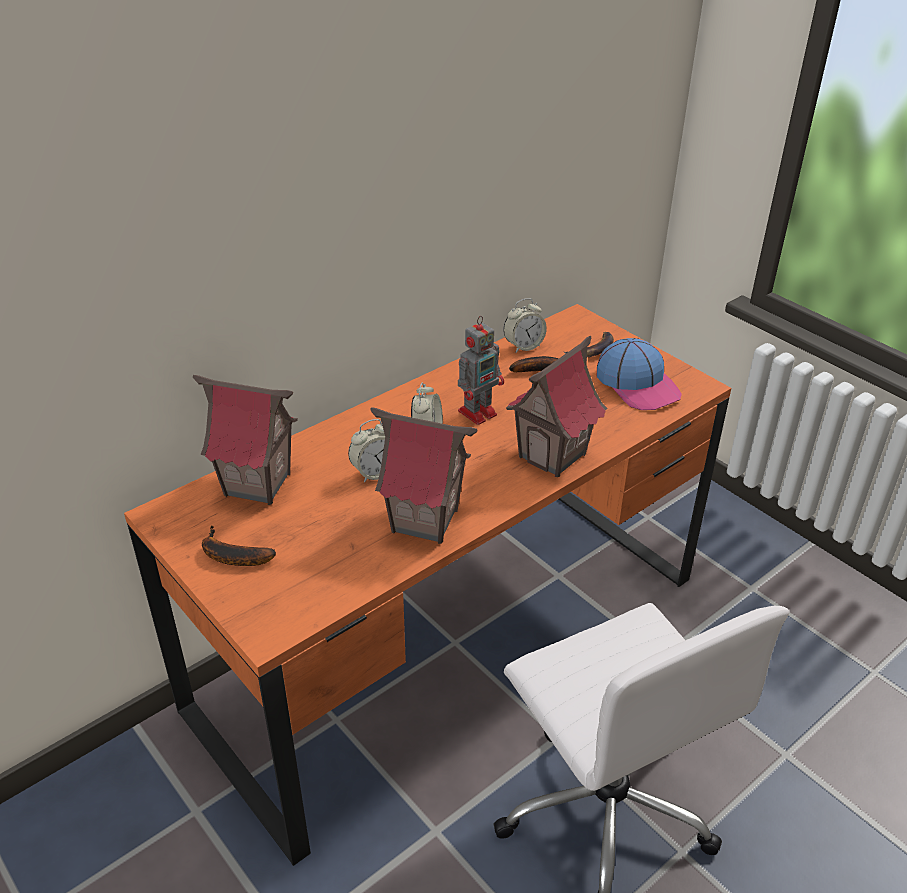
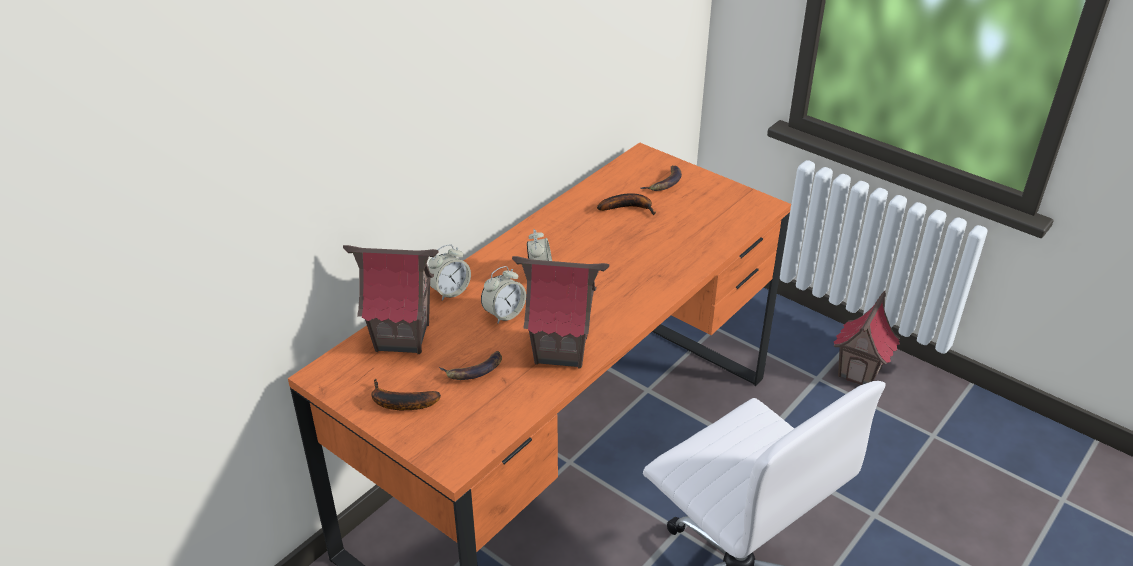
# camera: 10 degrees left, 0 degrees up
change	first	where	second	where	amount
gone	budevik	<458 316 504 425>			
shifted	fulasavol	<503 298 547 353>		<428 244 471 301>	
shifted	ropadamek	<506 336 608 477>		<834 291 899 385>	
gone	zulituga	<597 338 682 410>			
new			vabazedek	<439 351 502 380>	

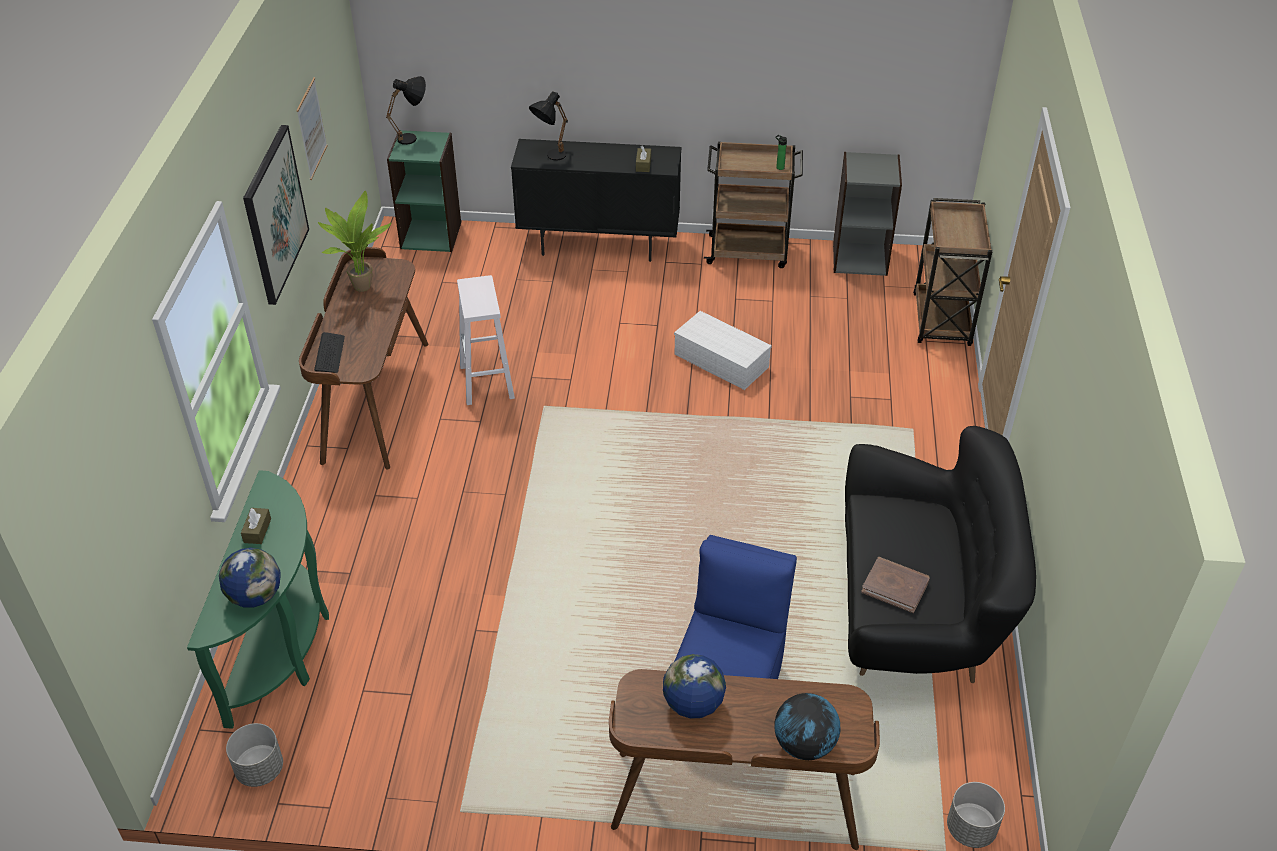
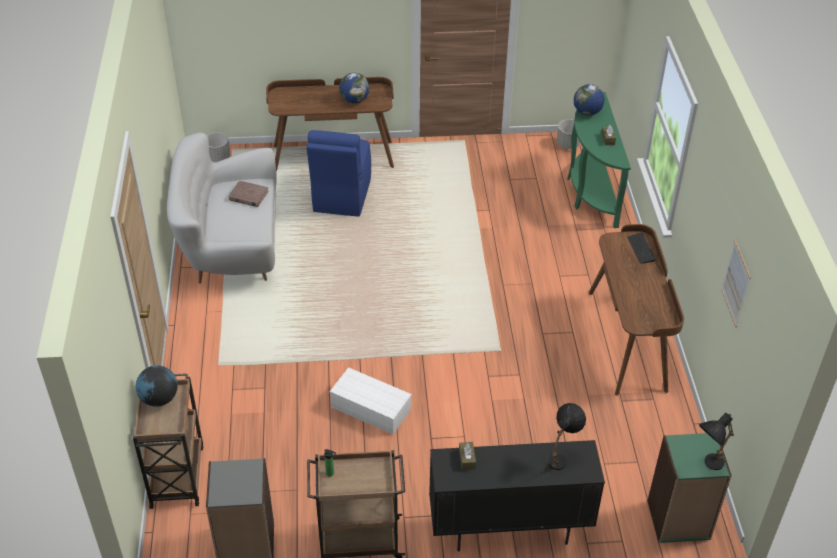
# camera: 170 degrees right, 0 degrees up
change	first	where	second	where	amount
gone	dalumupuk	<243 125 309 305>			
gone	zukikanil	<318 191 392 292>			
gone	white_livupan	<457 275 515 405>			
shifted	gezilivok	<774 693 840 760>		<136 365 178 407>	
repainted	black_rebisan	<845 426 1036 683>	white_rebisan	<167 133 277 284>	

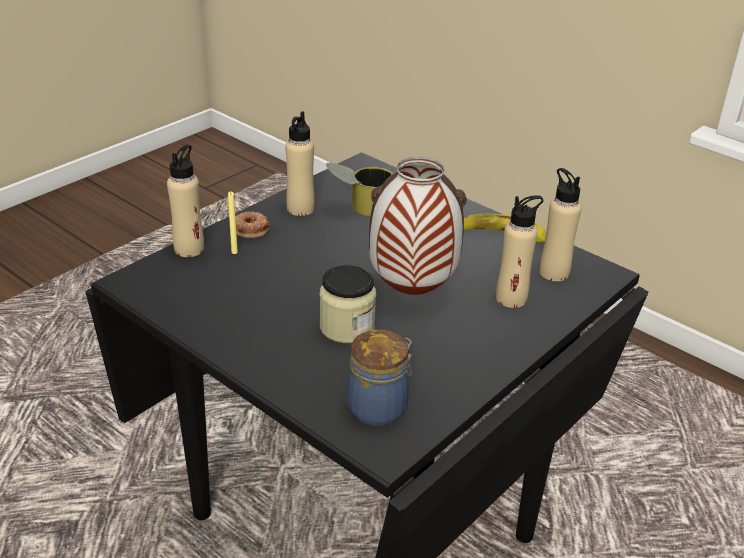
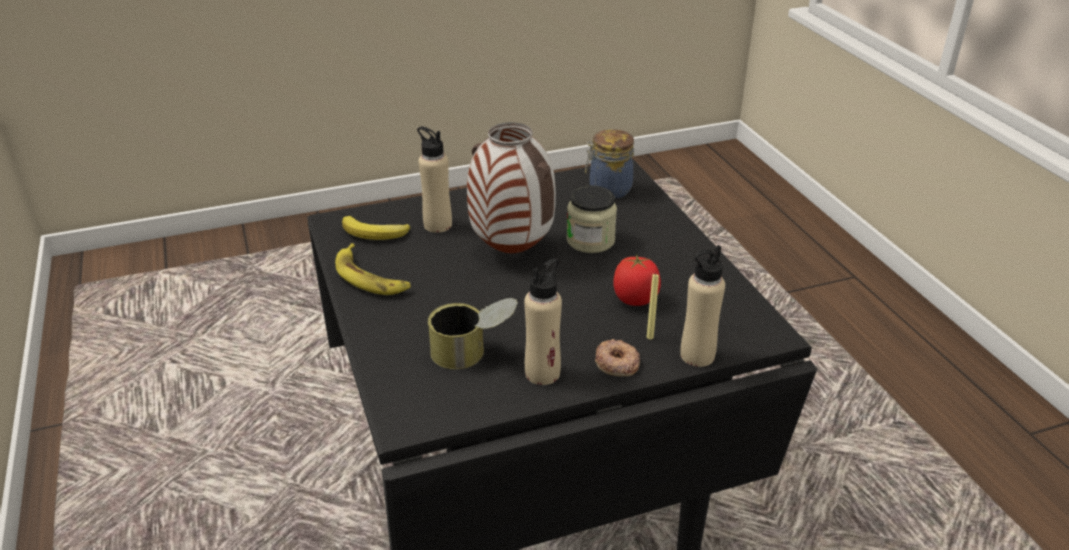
# camera: 150 degrees left, 0 degrees up
change	first	where	second	where	amount
swapped	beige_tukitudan	<539 168 582 281>	vabazedek	<342 216 410 240>	
new			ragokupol	<613 254 661 306>	

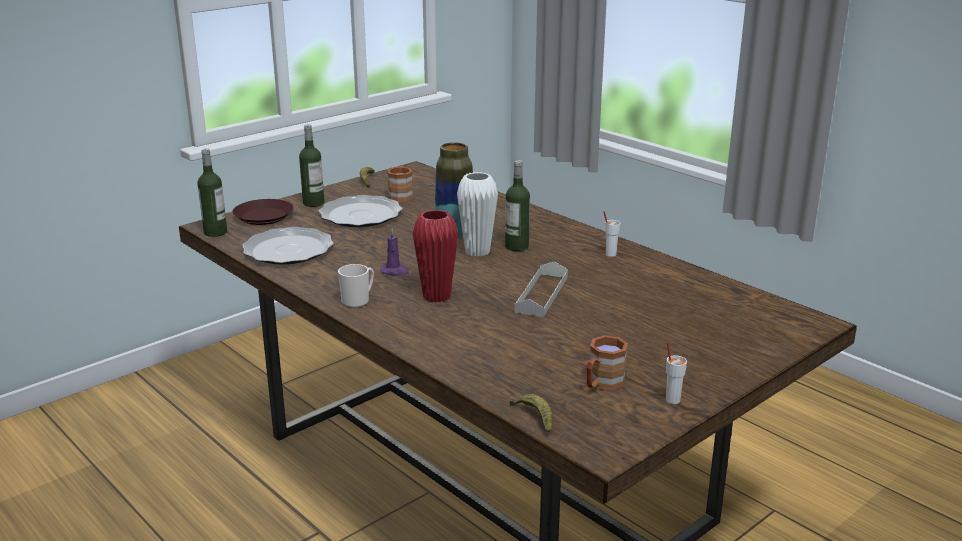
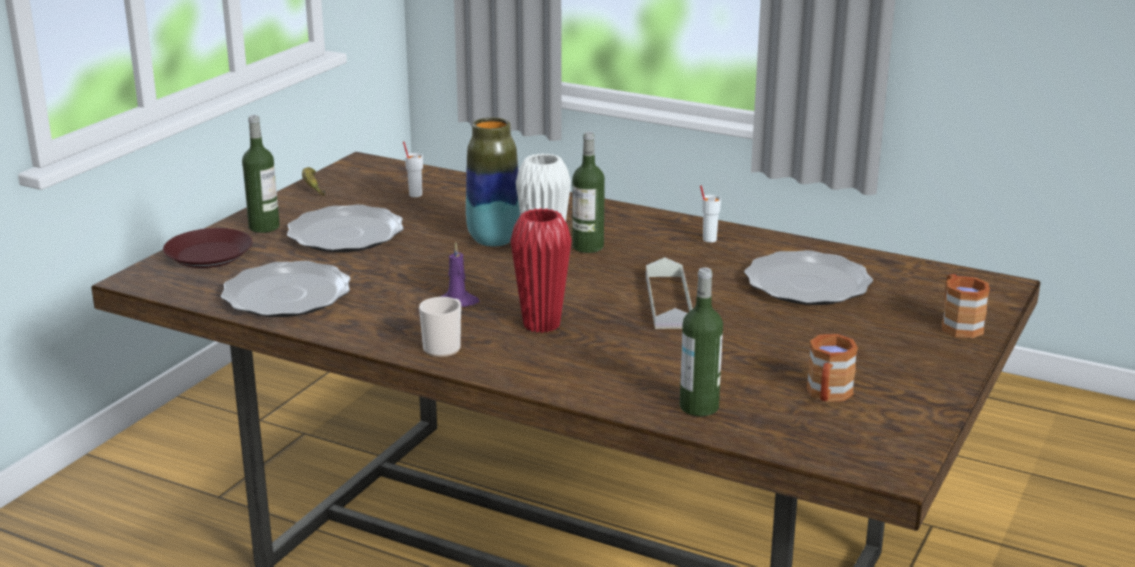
# camera: 20 degrees left, 0 degrees up
change	first	where	second	where	amount
shifted	tukitudan	<197 148 227 237>		<680 267 723 416>	
shifted	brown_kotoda	<387 166 413 202>		<942 274 990 338>	
gone	vabazedek	<509 394 553 433>			
shifted	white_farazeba	<666 343 687 404>		<403 142 423 197>	
new			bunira	<744 250 873 305>	

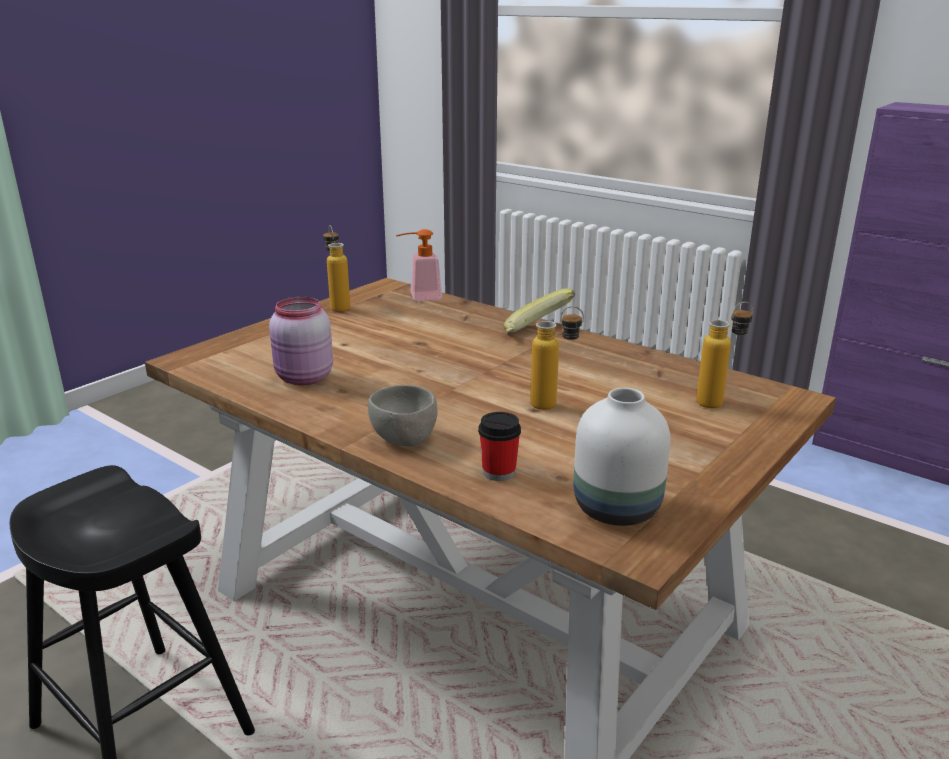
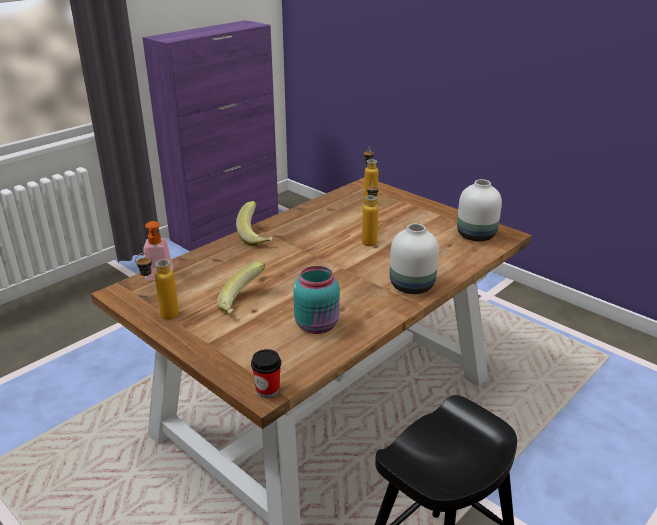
# camera: 85 degrees left, 5 degrees up
change	first	where	second	where	amount
repainted	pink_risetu	<269 297 333 385>	turquoise_risetu	<293 266 340 334>	
swapped	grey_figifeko	<368 385 438 446>	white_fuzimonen	<390 223 439 294>	
shifted	farazeba	<478 412 521 481>		<251 349 281 398>	
new			vabazedek	<217 261 266 314>	

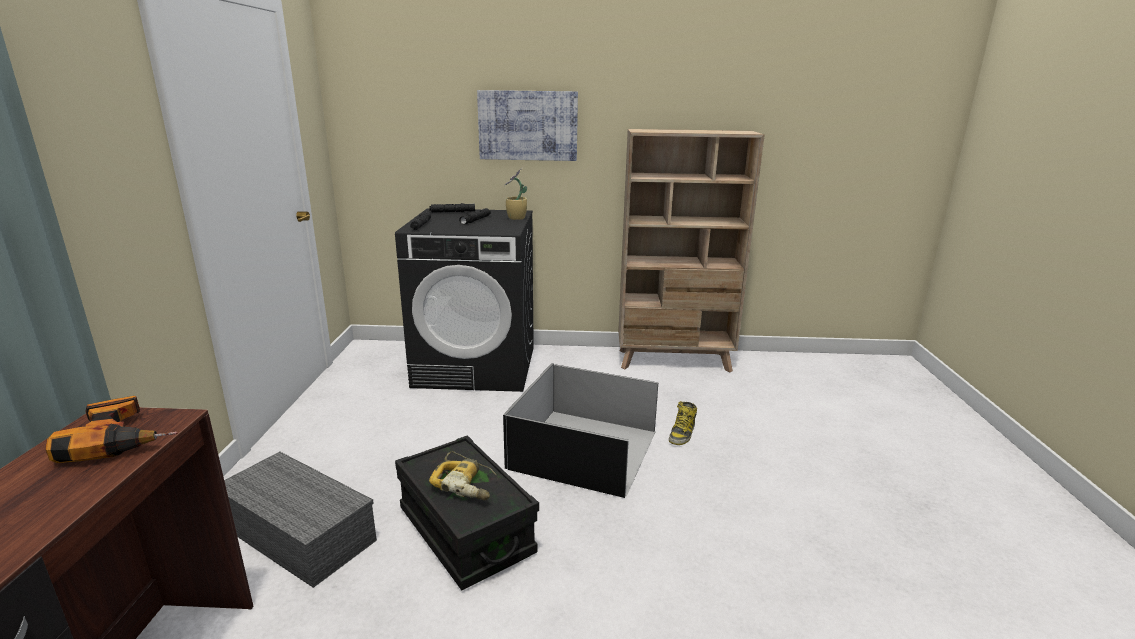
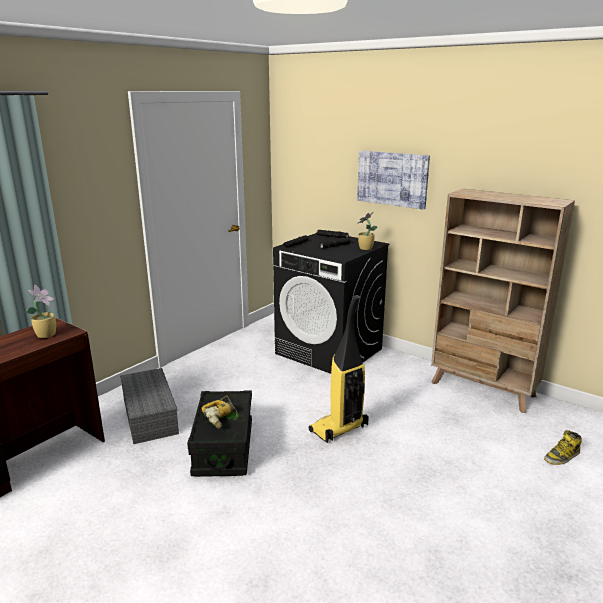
# camera: 35 degrees right, 0 degrees up
change	first	where	second	where	amount
swapped	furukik	<45 396 178 463>	zukikanil	<26 285 56 338>	
swapped	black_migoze	<503 363 658 498>	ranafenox	<309 295 369 443>	
shifted	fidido	<669 401 697 445>		<544 430 582 465>	

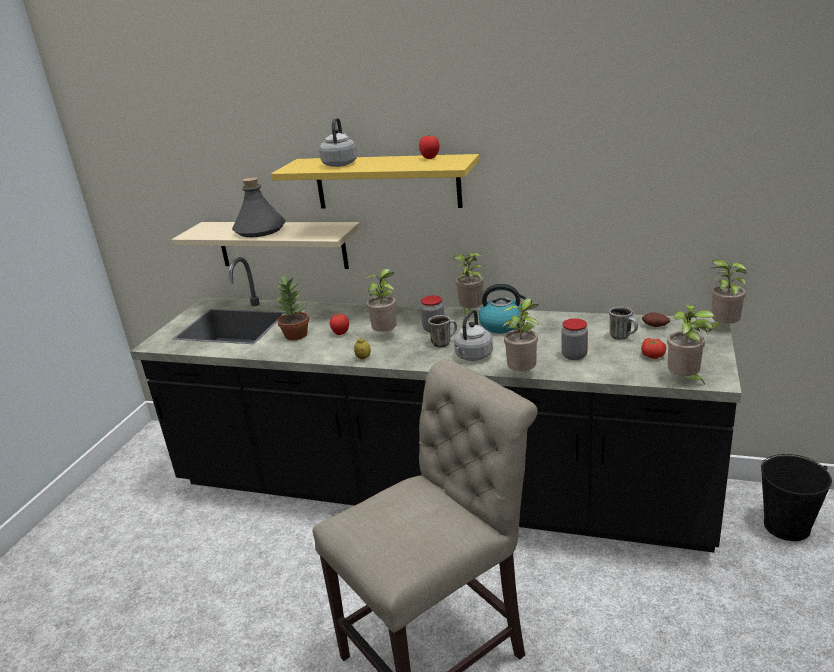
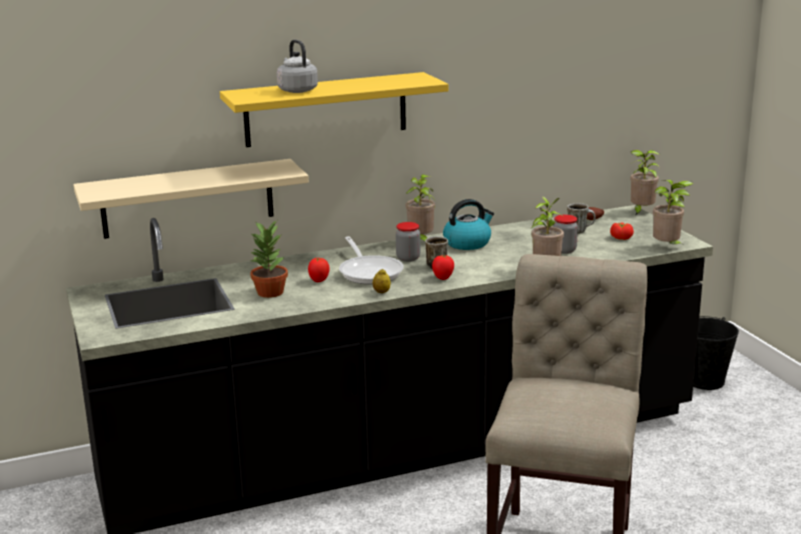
# camera: 40 degrees left, 5 degrees down
change	first	where	second	where	amount
gone	grey_tukitudan	<232 177 286 237>			
swapped	zukikanil	<365 269 397 332>	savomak	<339 236 404 285>	
shifted	ragokupol	<419 135 440 159>		<432 255 454 280>	
gone	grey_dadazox	<454 309 493 361>			

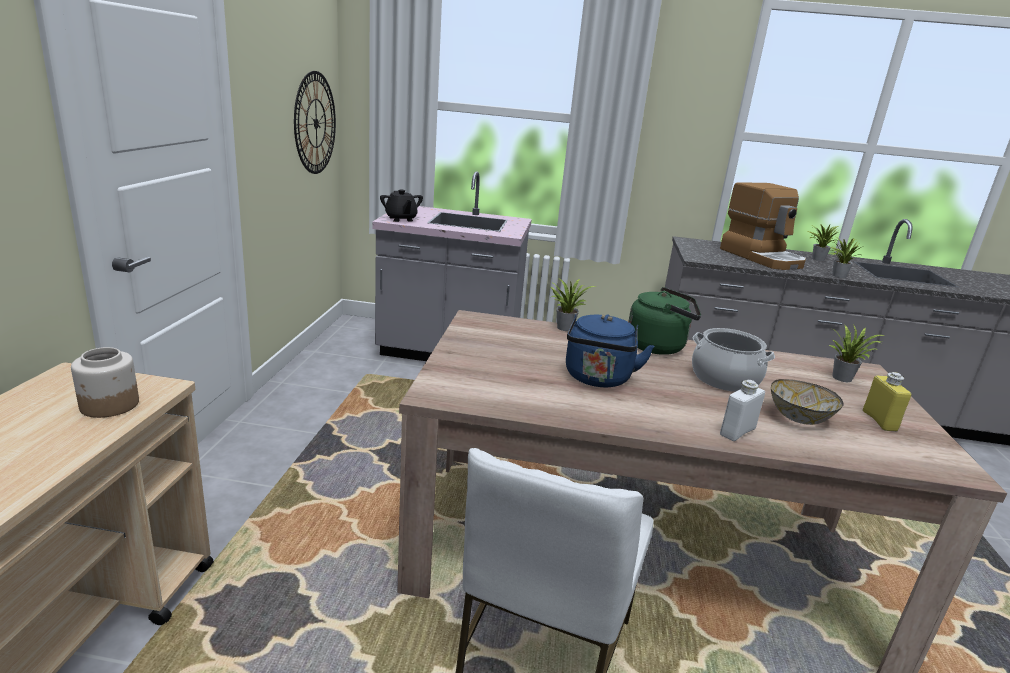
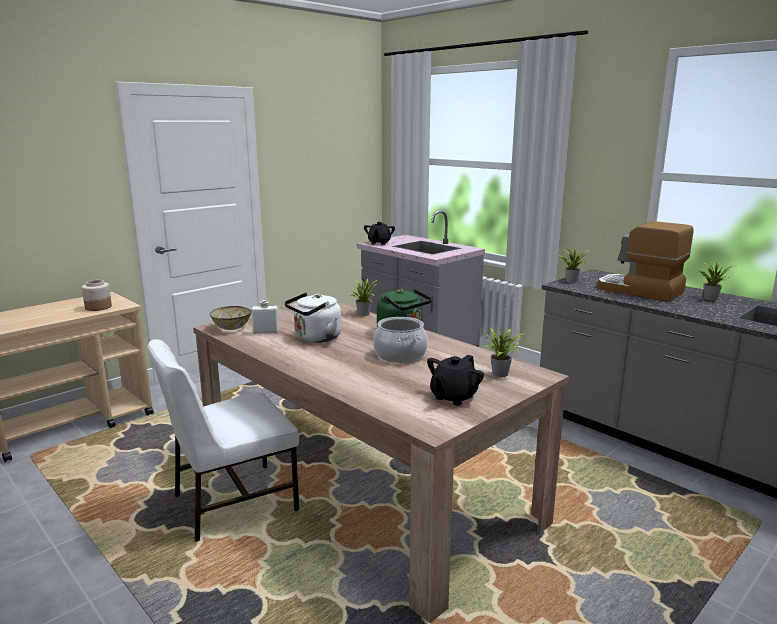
# camera: 40 degrees right, 5 degrees down
change	first	where	second	where	amount
gone	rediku	<294 71 336 174>			
repainted	blue_dadazox	<566 314 655 387>	white_dadazox	<284 292 341 343>	
rotated	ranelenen	<720 182 806 270>		<597 221 693 302>	120 degrees clockwise
shifted	white_tukitudan	<720 380 765 441>		<252 300 279 334>	
shifted	figifeko	<771 379 844 425>		<210 306 251 330>	
shifted	zukikanil	<829 238 861 278>		<558 248 590 283>	
swapped	yellow_tukitudan	<863 372 912 431>	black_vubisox	<427 355 484 406>	

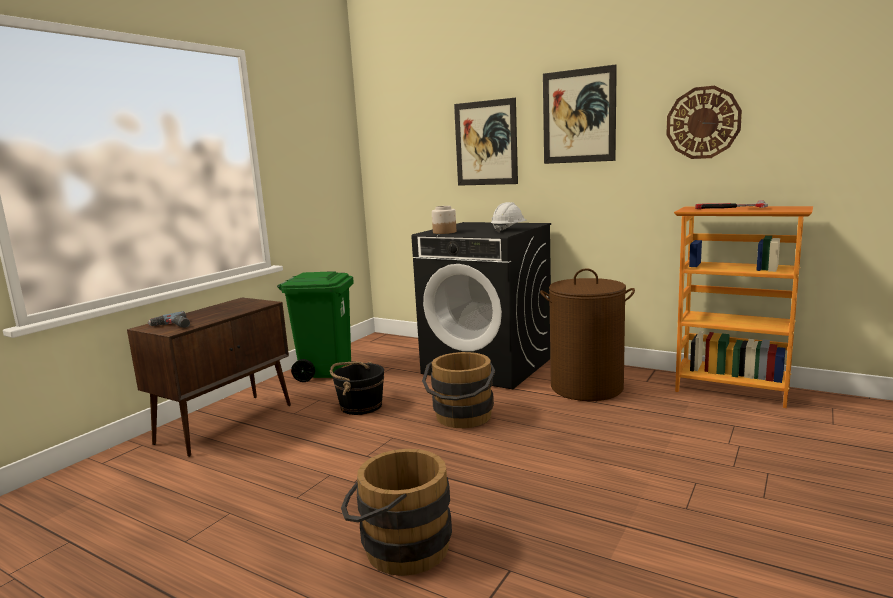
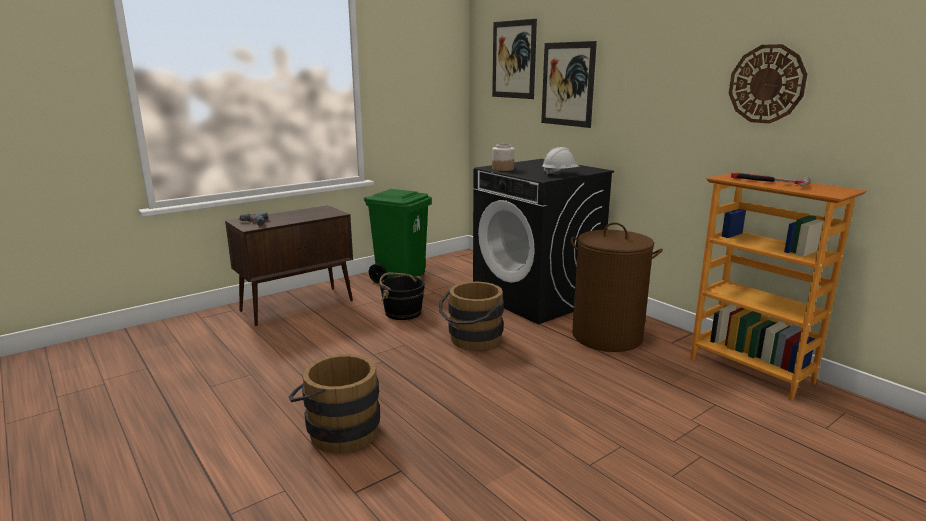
# camera: 20 degrees right, 5 degrees up
change	first	where	second	where	amount
shifted	dalumupuk	<543 64 617 164>		<492 19 537 99>	

